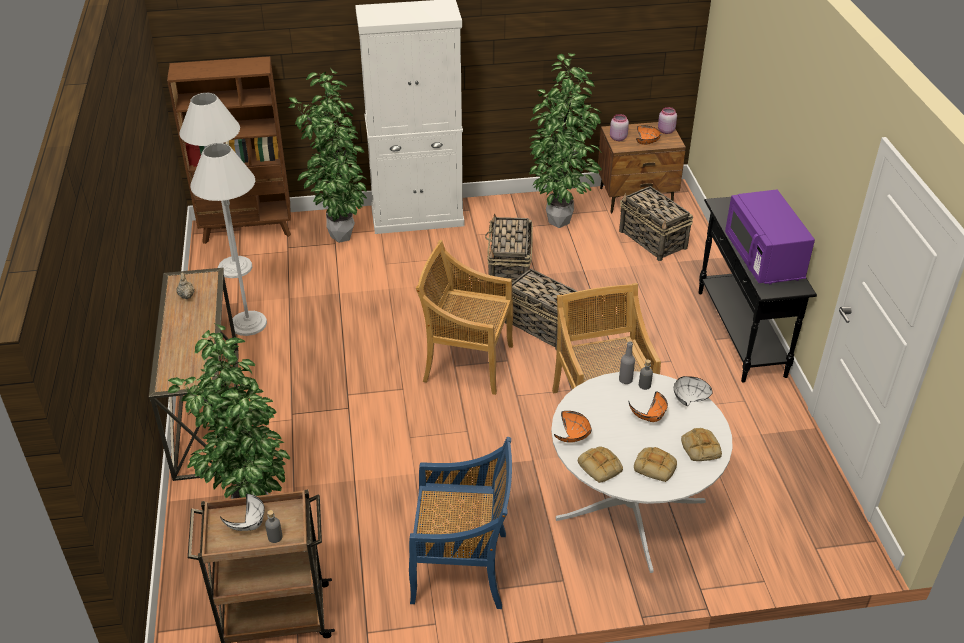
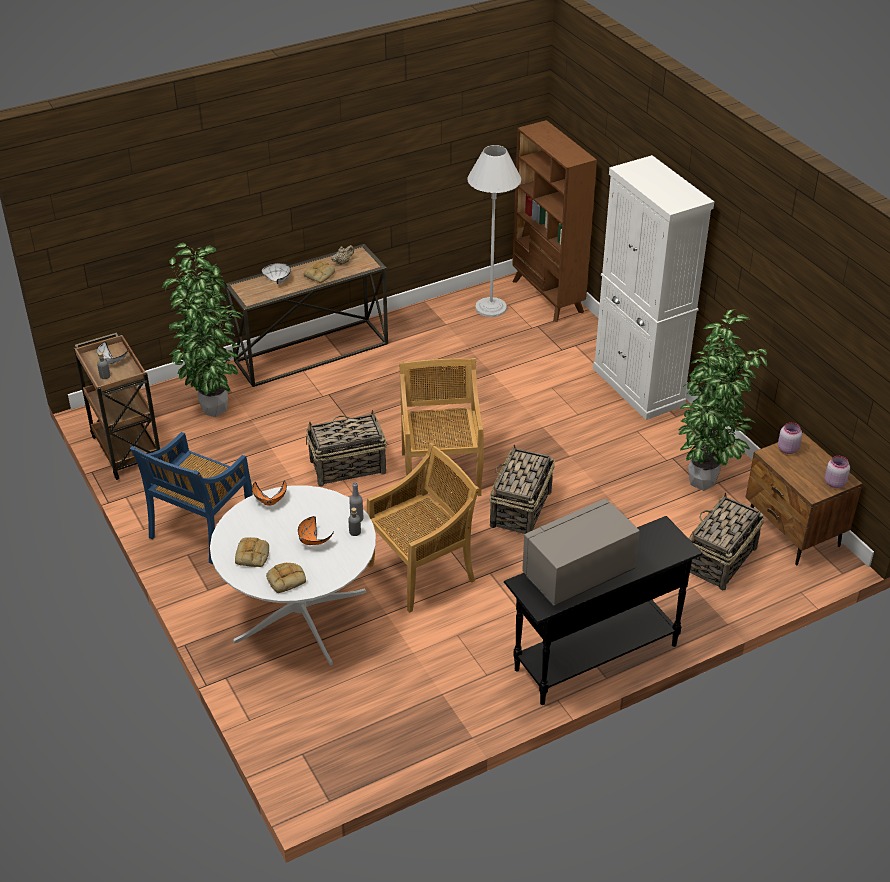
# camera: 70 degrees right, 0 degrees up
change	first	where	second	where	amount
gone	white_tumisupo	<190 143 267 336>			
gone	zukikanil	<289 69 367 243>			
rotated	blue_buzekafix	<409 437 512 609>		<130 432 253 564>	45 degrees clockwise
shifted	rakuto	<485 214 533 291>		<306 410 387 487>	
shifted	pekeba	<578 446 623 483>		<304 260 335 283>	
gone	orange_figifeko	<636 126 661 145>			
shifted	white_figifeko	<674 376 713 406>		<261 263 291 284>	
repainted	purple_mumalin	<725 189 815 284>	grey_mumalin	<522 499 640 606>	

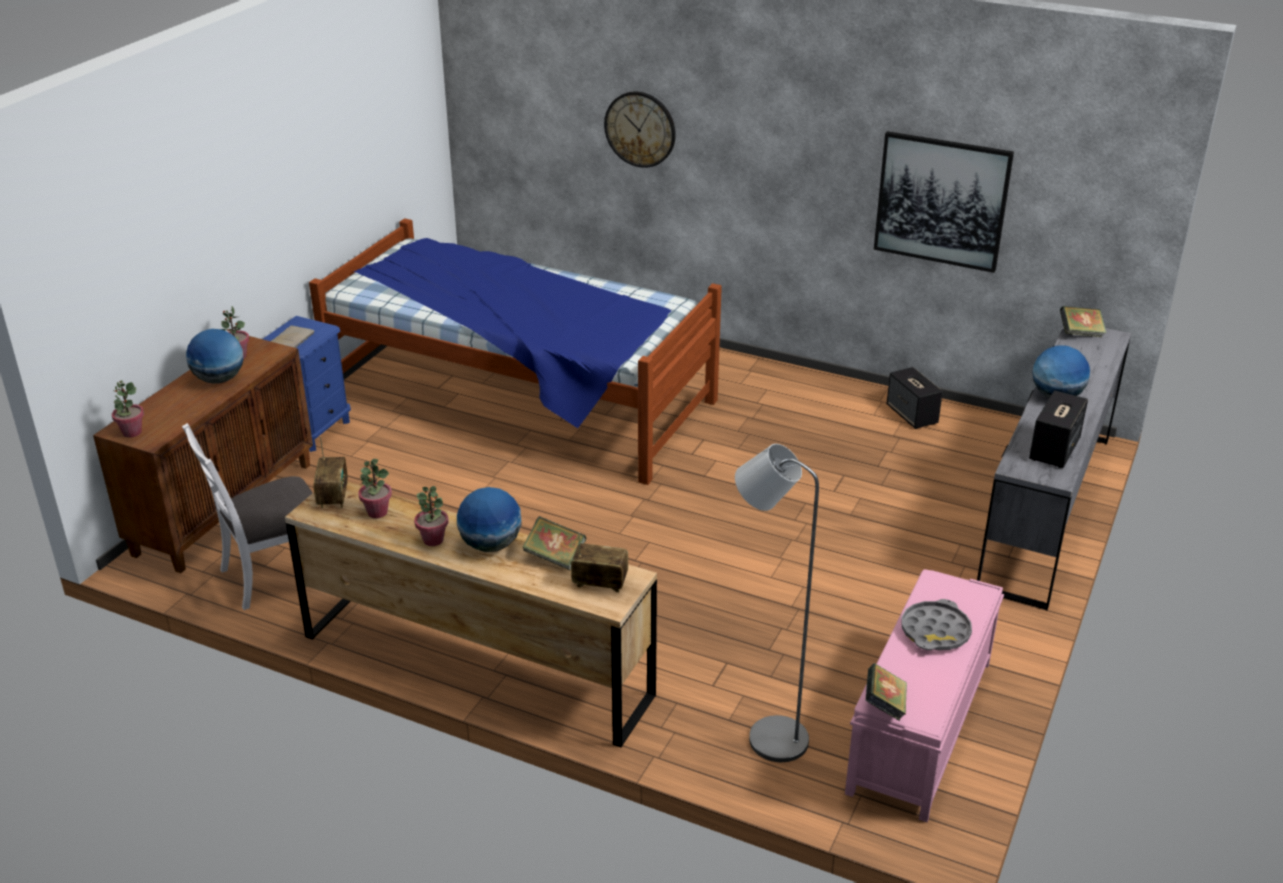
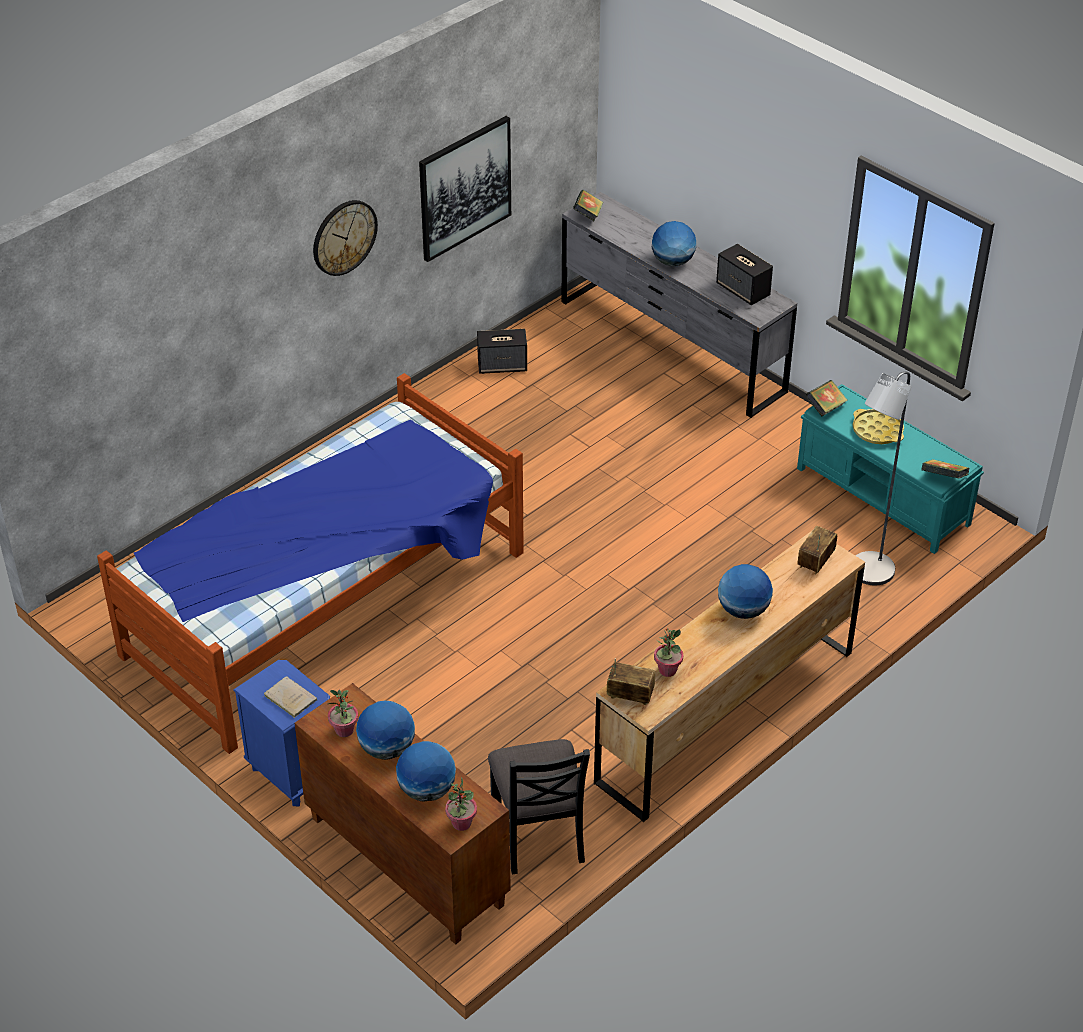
# camera: 70 degrees left, 10 degrees up
change	first	where	second	where	amount
repainted	white_buzekafix	<182 423 313 610>	black_buzekafix	<488 739 590 874>	
gone	zukikanil	<414 486 449 546>			
shifted	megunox	<522 516 586 570>		<805 380 848 417>	
shifted	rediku	<604 91 676 168>		<313 200 378 276>	
repainted	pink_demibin	<845 569 1004 822>	turquoise_demibin	<797 384 984 554>	
repainted	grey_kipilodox	<901 599 972 650>	yellow_kipilodox	<853 409 904 444>	
new			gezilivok	<396 741 456 802>	

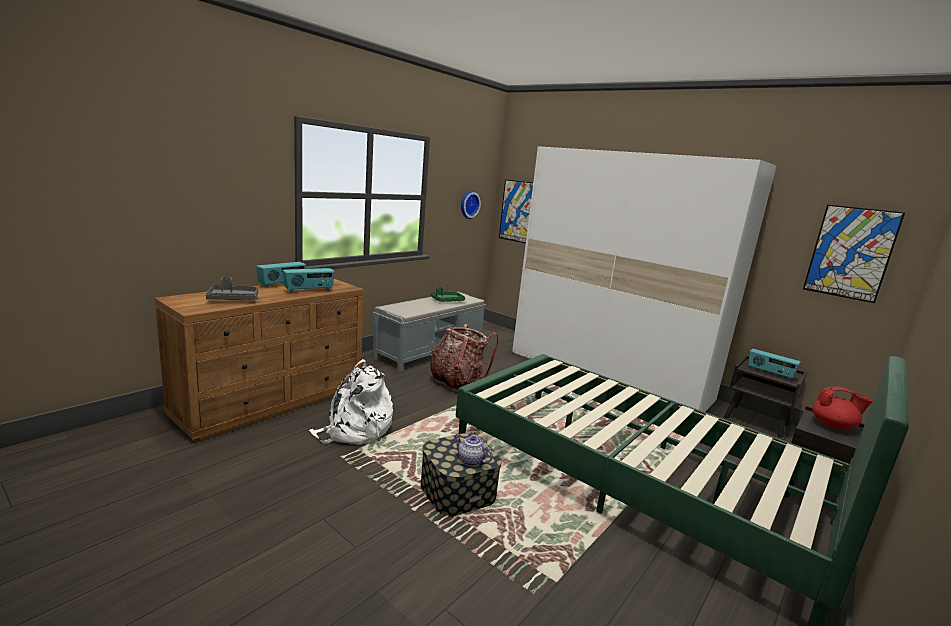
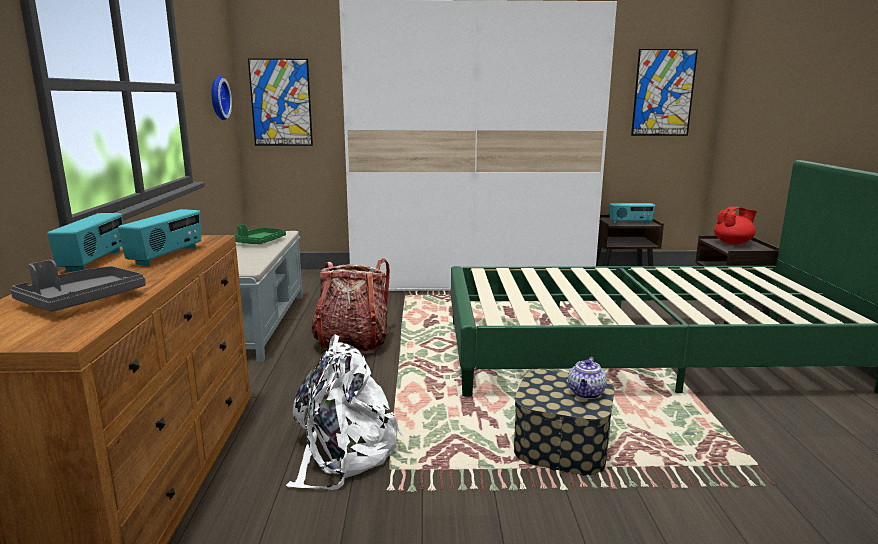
# camera: 40 degrees left, 0 degrees up
change	first	where	second	where	amount
rotated	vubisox	<454 434 493 466>		<568 357 607 399>	60 degrees counterclockwise

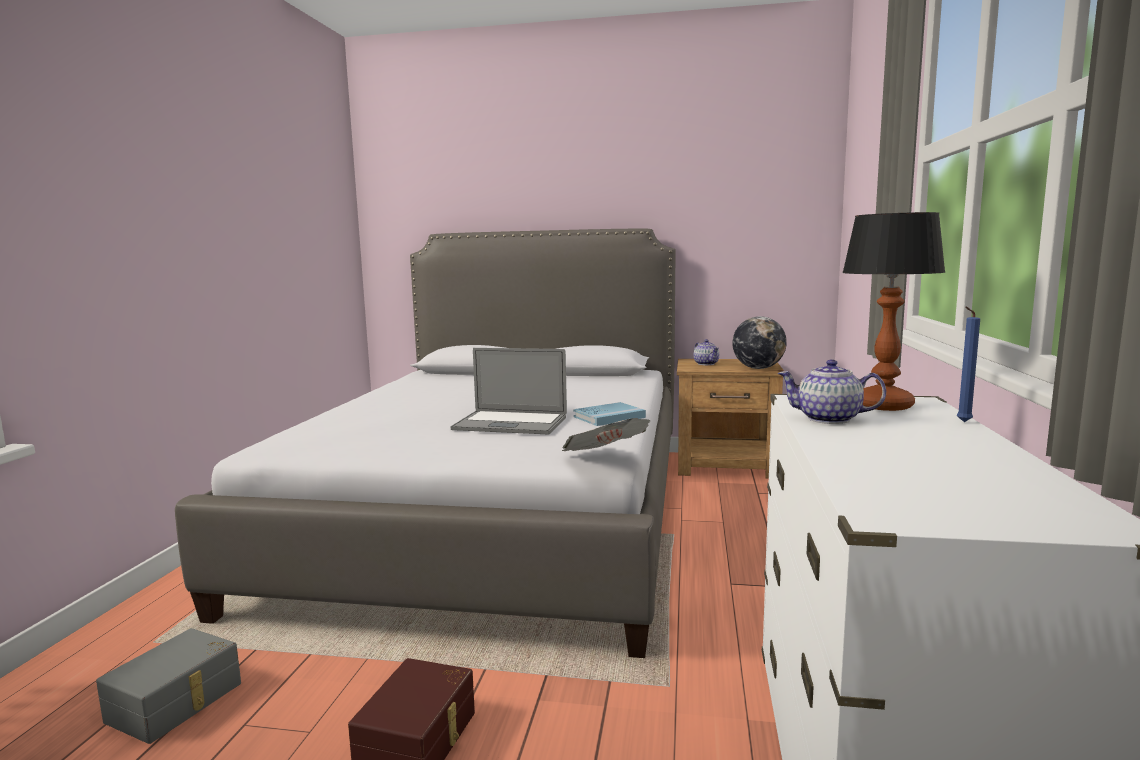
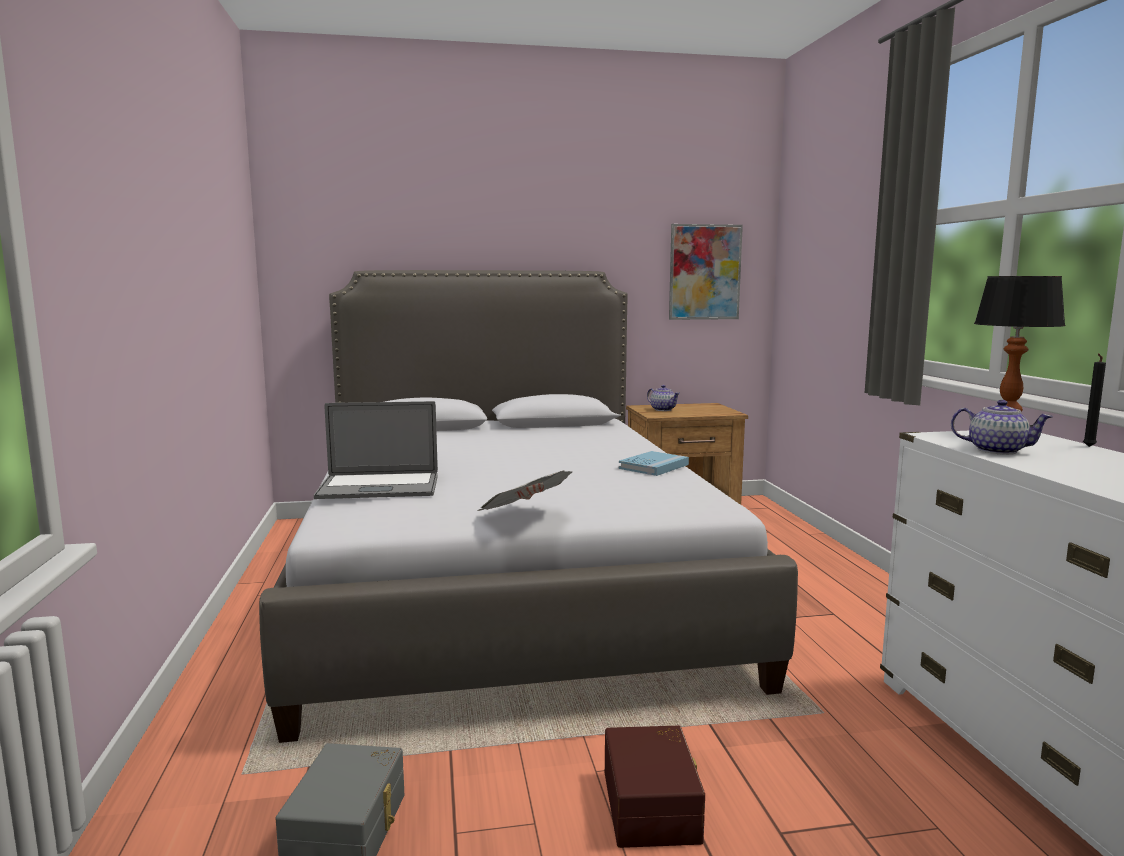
# camera: 20 degrees left, 0 degrees up
change	first	where	second	where	amount
shifted	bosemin	<451 348 567 435>		<314 401 438 499>	
shifted	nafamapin	<562 418 650 451>		<477 470 572 511>	
gone	gezilivok	<732 316 787 369>			
rotated	vubisox	<778 360 886 424>		<951 400 1053 455>	150 degrees counterclockwise
repainted	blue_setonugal	<957 307 980 422>	black_setonugal	<1083 353 1106 447>	
new			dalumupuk	<669 224 743 320>	

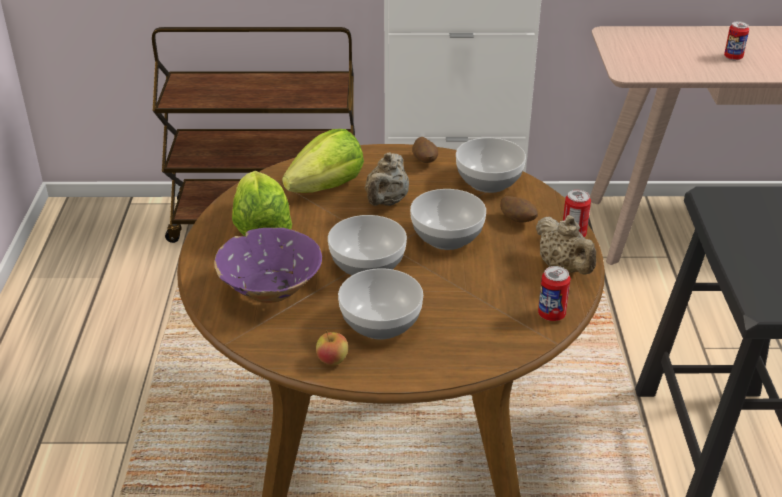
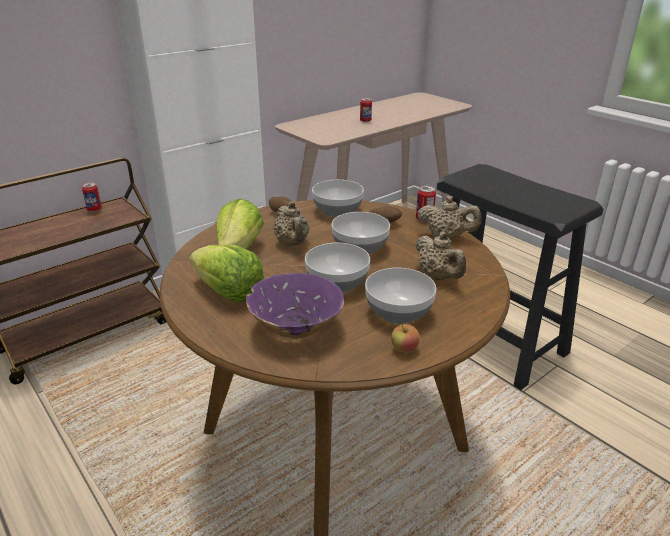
# camera: 40 degrees left, 5 degrees down
change	first	where	second	where	amount
shifted	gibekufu	<538 266 570 321>		<82 183 102 212>	
new			beige_vubisox	<415 232 466 280>	

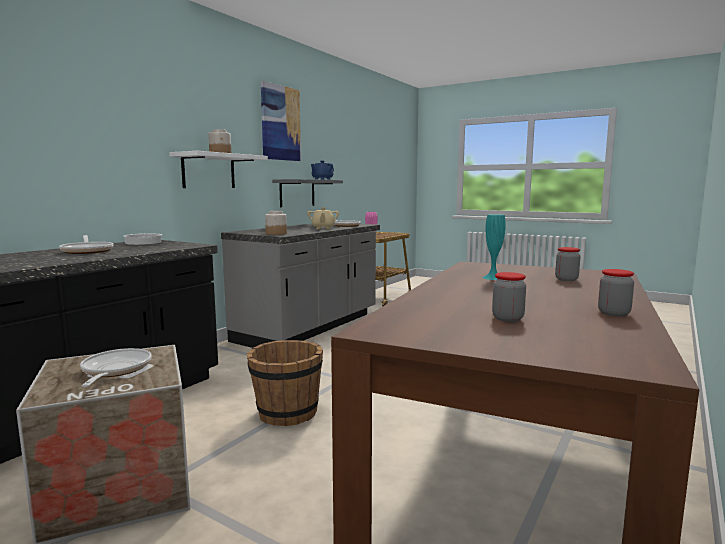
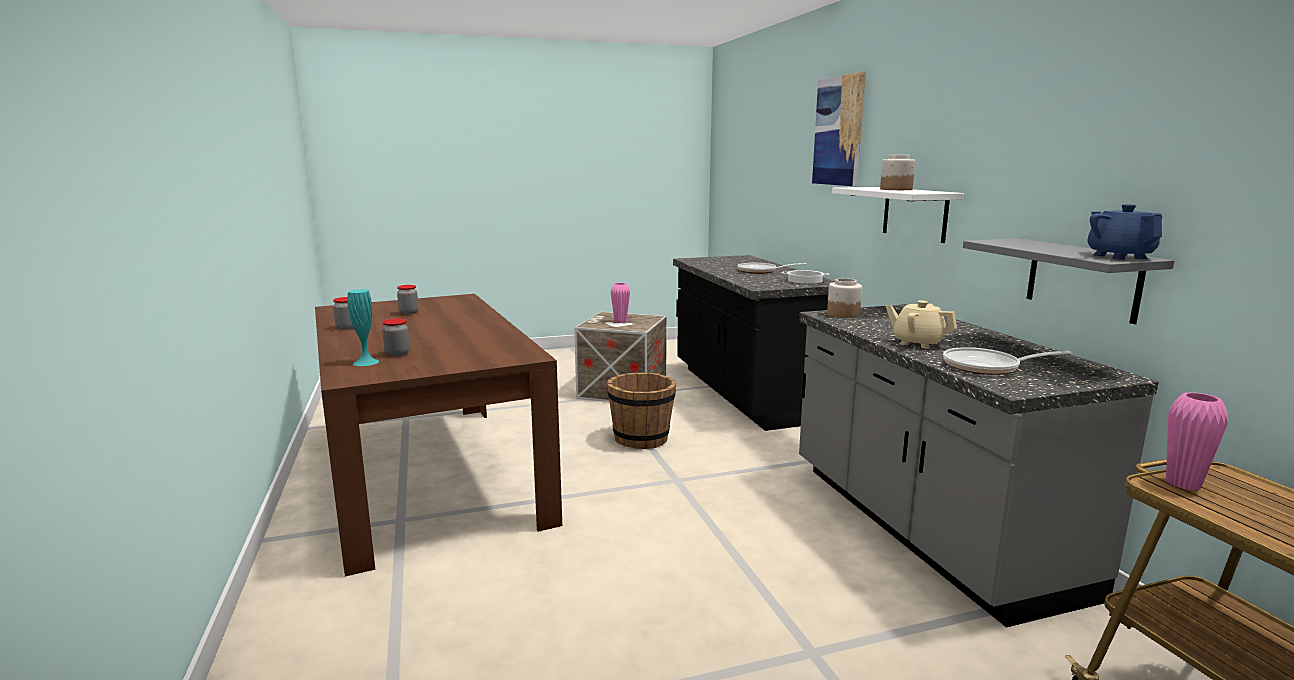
# camera: 130 degrees right, 5 degrees up
change	first	where	second	where	amount
swapped	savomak	<80 348 152 387>	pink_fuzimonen	<610 283 630 323>	
shifted	dalumupuk	<261 81 301 161>		<812 72 866 186>	
shifted	turquoise_fuzimonen	<482 214 506 280>		<347 289 379 366>	

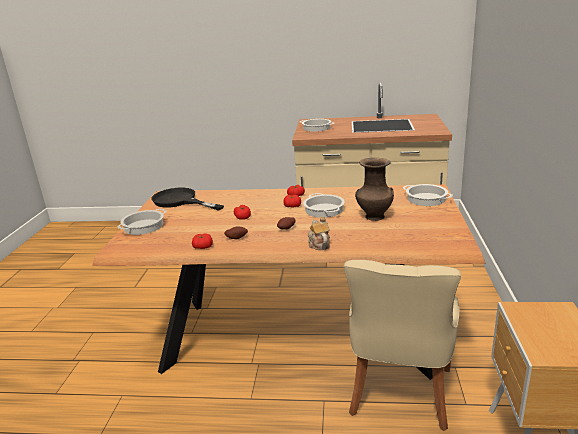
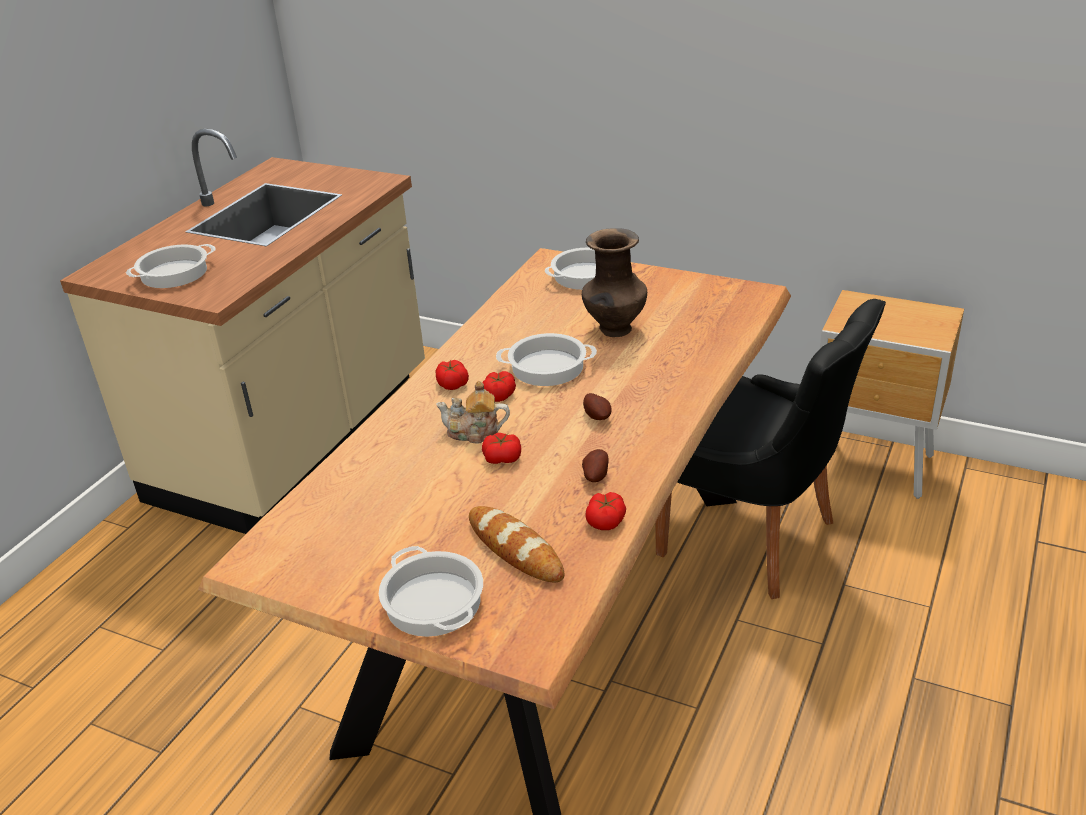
# camera: 70 degrees left, 10 degrees up
change	first	where	second	where	amount
gone	black_savomak	<151 188 224 211>			
shifted	vubisox	<308 216 330 250>		<436 381 510 443>	
repainted	beige_buzekafix	<344 260 461 431>	black_buzekafix	<655 299 886 599>	
new			pekeba	<469 506 564 582>	

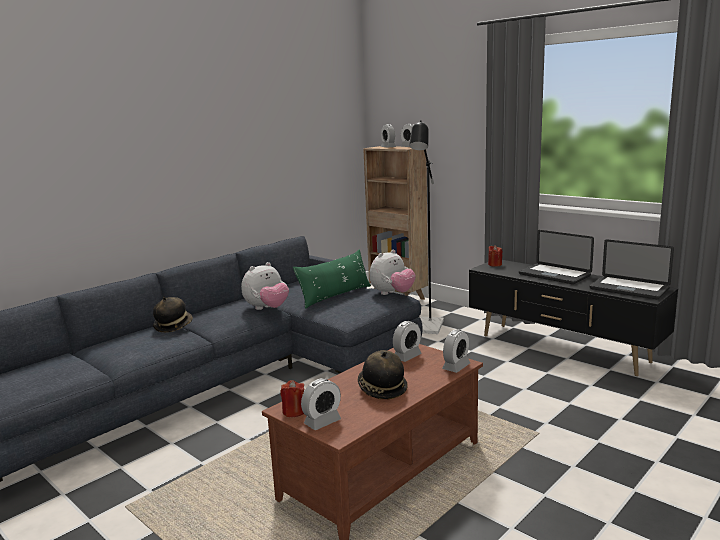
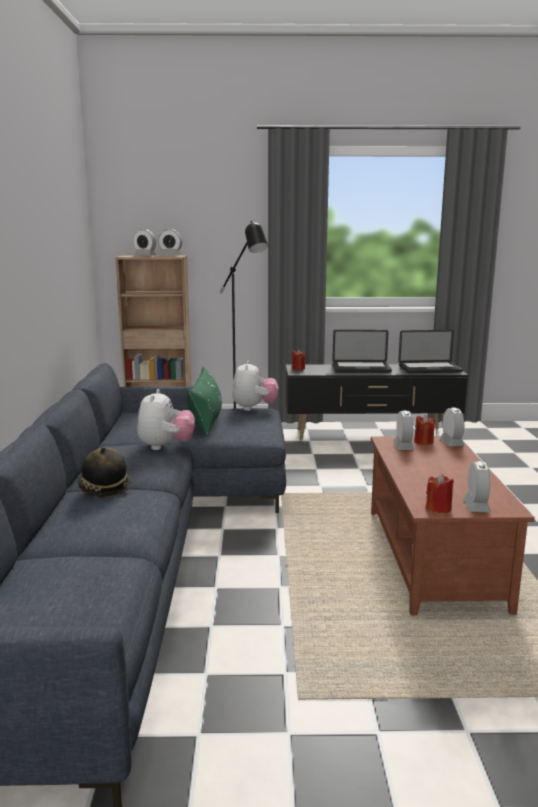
# camera: 45 degrees left, 0 degrees up
change	first	where	second	where	amount
gone	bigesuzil	<358 350 408 399>			
new			red_setonugal	<414 415 435 445>	

